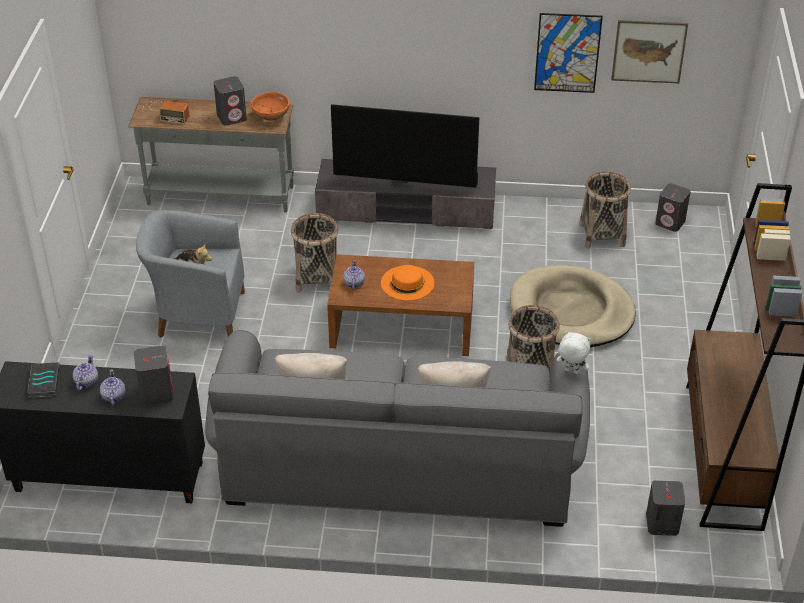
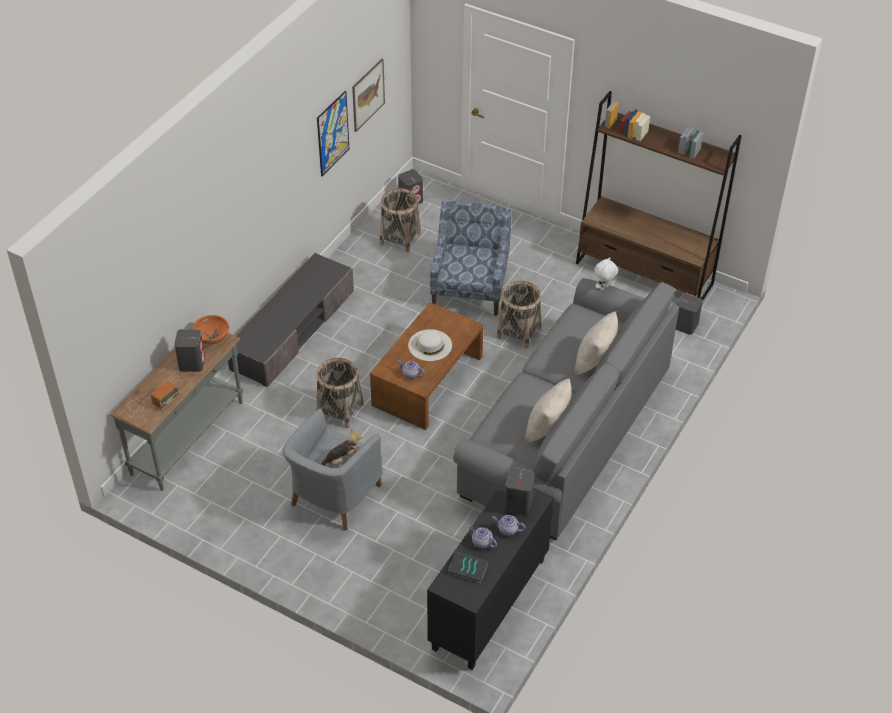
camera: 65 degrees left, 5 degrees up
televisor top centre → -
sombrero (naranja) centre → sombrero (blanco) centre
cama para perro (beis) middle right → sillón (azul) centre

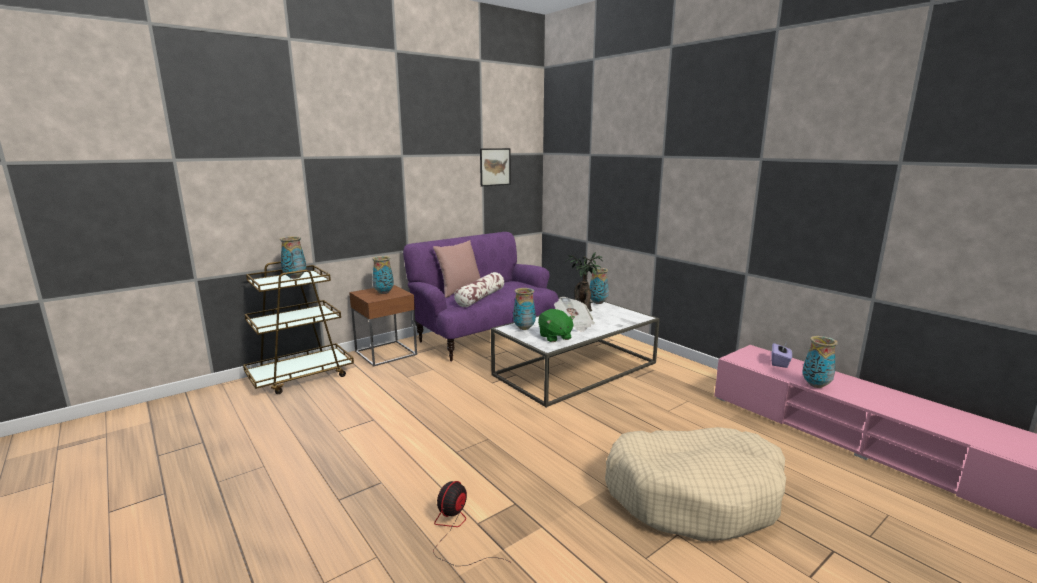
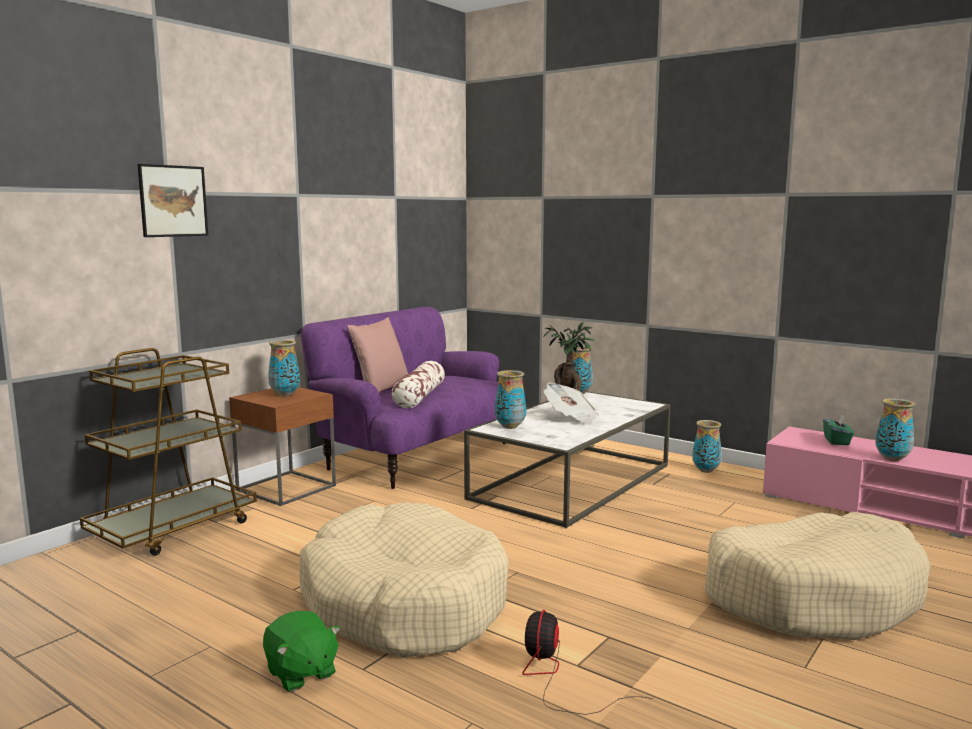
camera: 15 degrees left, 5 degrees down
florero (no. 1 from left in the first image) middle left → florero (no. 4 from left) middle right, shifted
cuadro top centre → cuadro top left, shifted
peluche (verde) centre → peluche (verde) bottom left, shifted
caja de pañuelos (morado) middle right → caja de pañuelos (verde) middle right
- → cama para perro (beis) (no. 1 from left) bottom centre

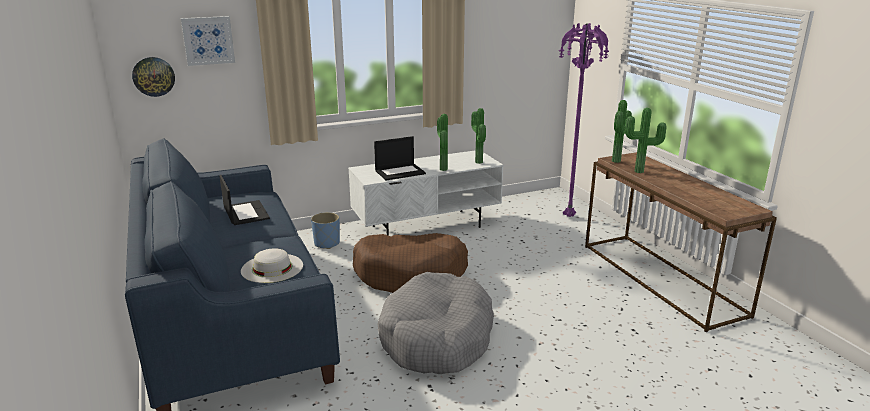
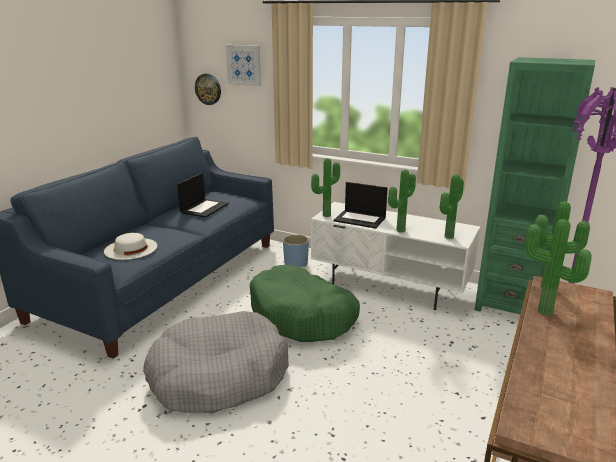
camera: 50 degrees right, 0 degrees up
cama para perro (marrón) centre → cama para perro (verde) centre
- → planta en maceta (no. 1 from left) centre
- → estantería (verde) middle right

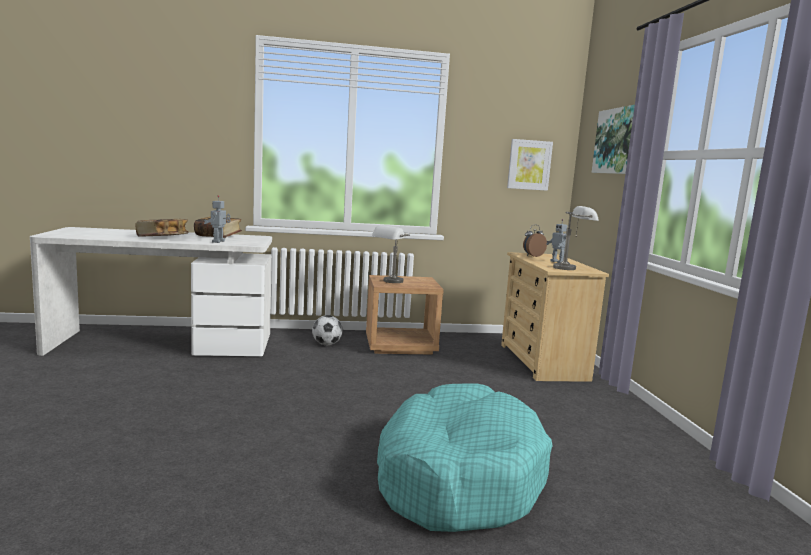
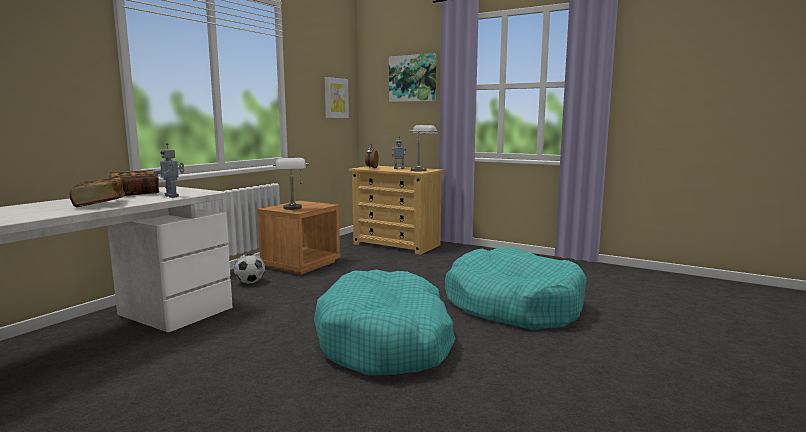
camera: 50 degrees left, 0 degrees up
- → cama para perro (turquesa) (no. 1 from left) bottom centre

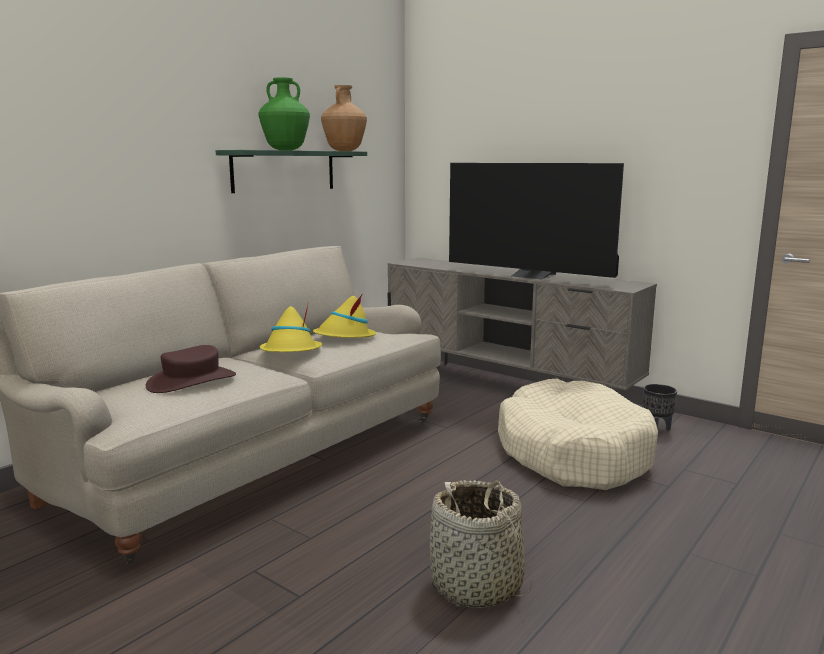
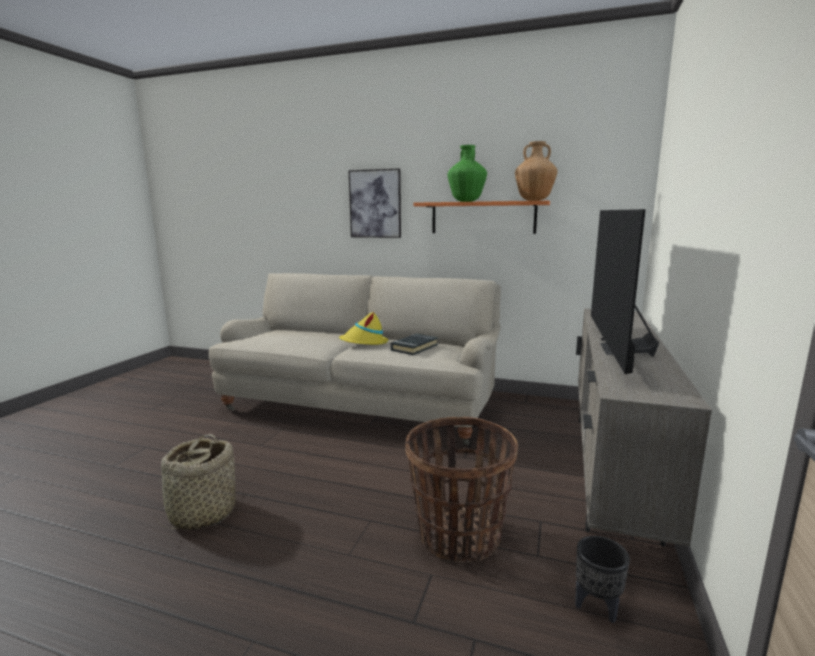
camera: 70 degrees right, 0 degrees up
sombrero (marrón) middle left → -
estante (verde) top centre → estante (naranja) top centre
sombrero (amarillo) (no. 2 from left) centre → libro (negro) centre
cama para perro (beis) middle right → cesta (no. 2 from left) bottom centre
- → cuadro top centre

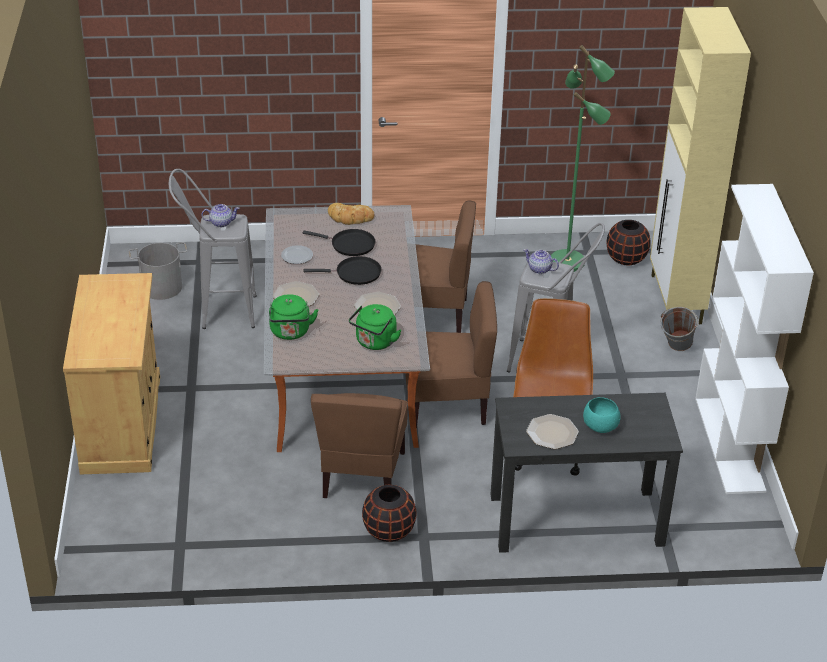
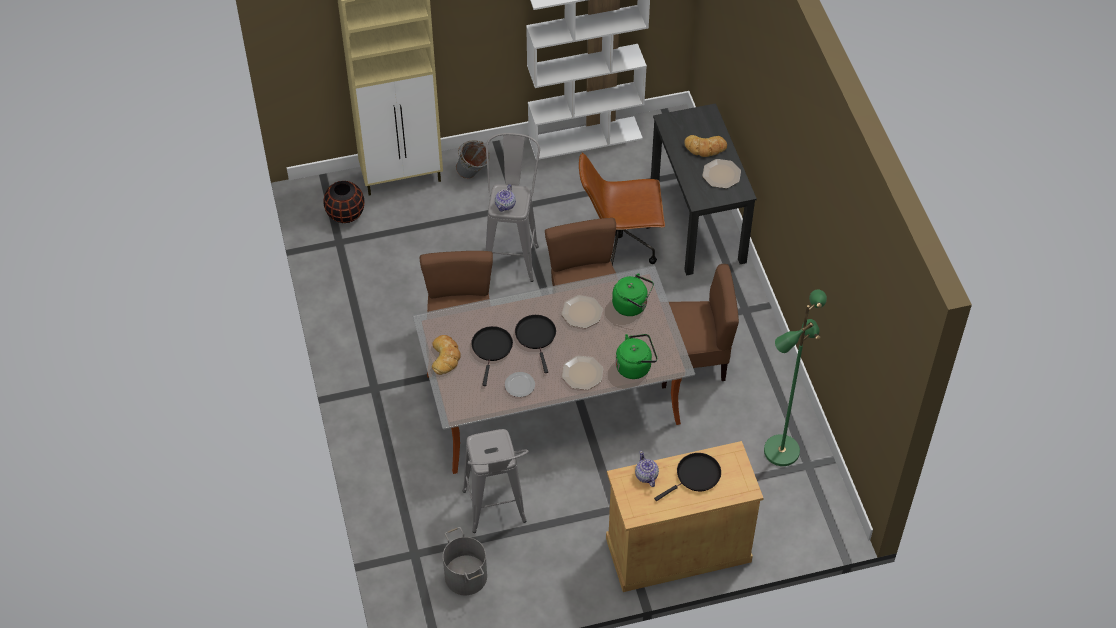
camera: 100 degrees left, 15 degrees up
tetera (no. 1 from left in the first image) top left → tetera (no. 2 from left) bottom centre, shifted
florero (negro) (no. 1 from left) bottom centre → -
lámpara de pie (verde) top right → lámpara de pie (verde) middle right, shifted
cuenco (turquesa) middle right → pan (no. 2 from left) top centre
- → sartén (negro) (no. 3 from left) bottom centre

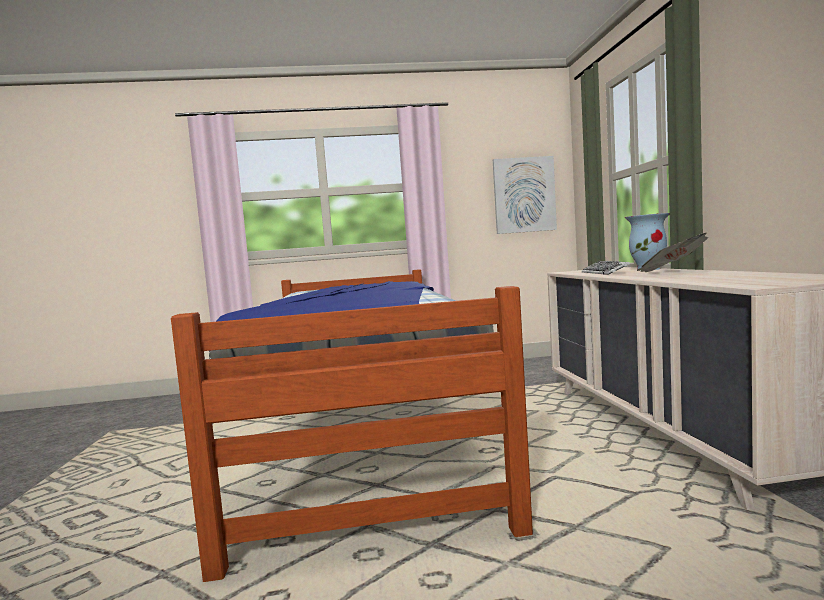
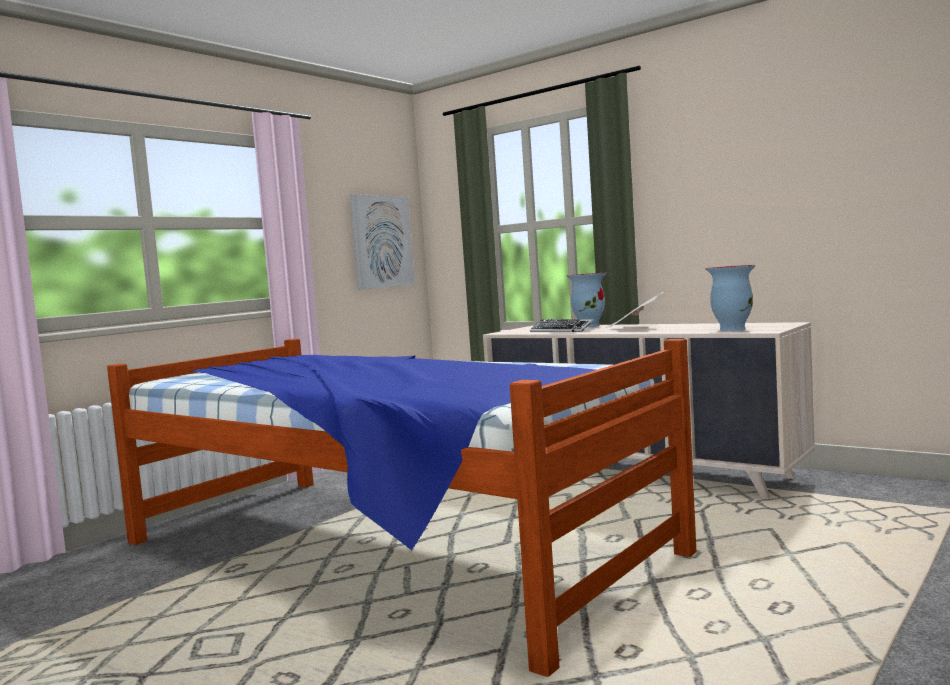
camera: 45 degrees left, 0 degrees up
- → florero (no. 2 from left) middle right

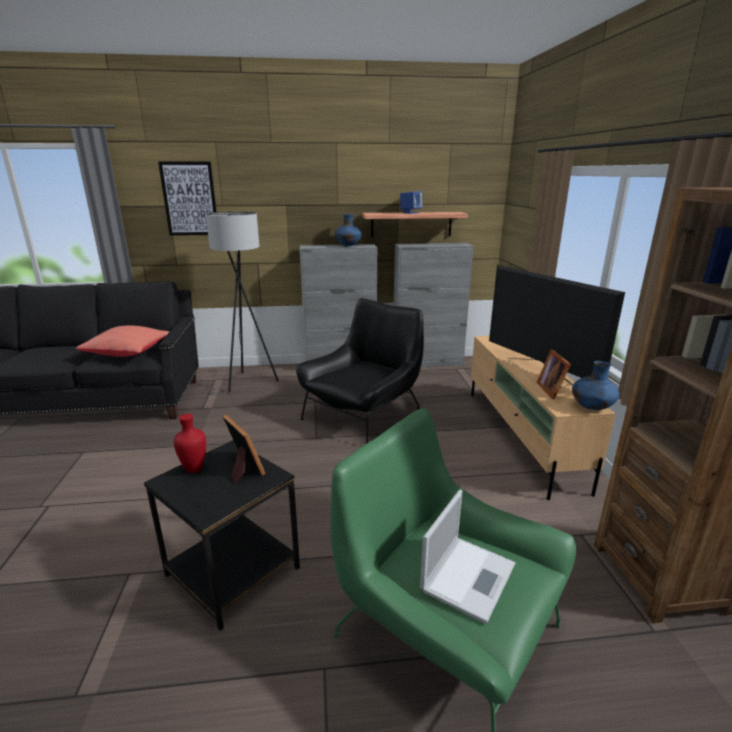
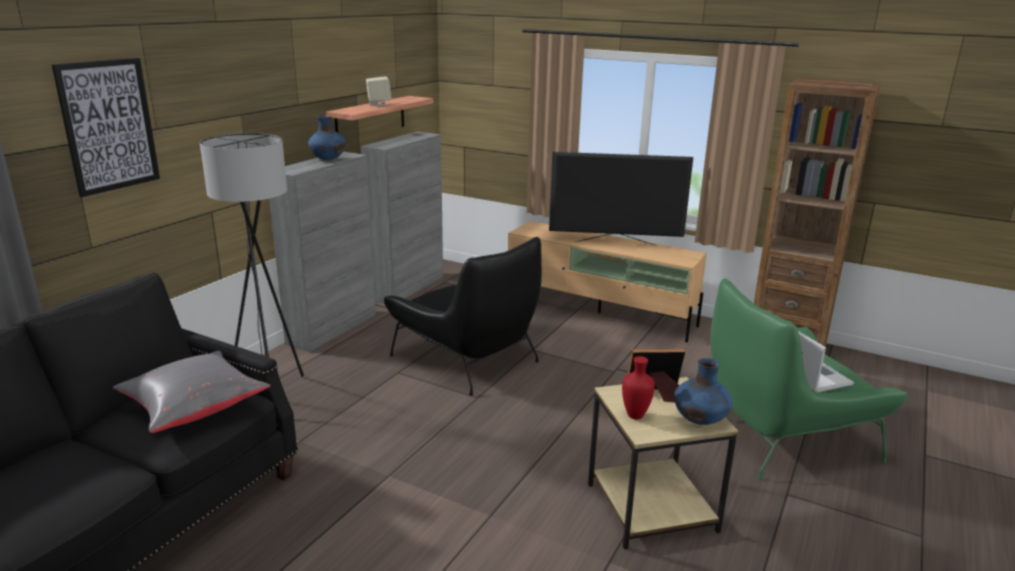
camera: 55 degrees left, 0 degrees up
cojín (rojo) middle left → cojín (gris) bottom left
mesa auxiliar (negro) bottom left → mesa auxiliar (beis) bottom centre
sillón (negro) centre, 150 degrees clockwise
altavoz (azul) top centre → altavoz (beis) top centre
portarretratos (no. 2 from left) middle right → -
florero (azul) (no. 2 from left) middle right → florero (azul) (no. 2 from left) bottom right, shifted

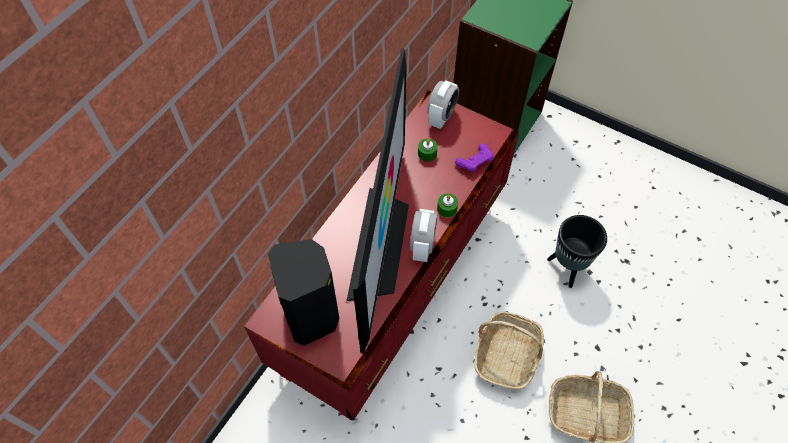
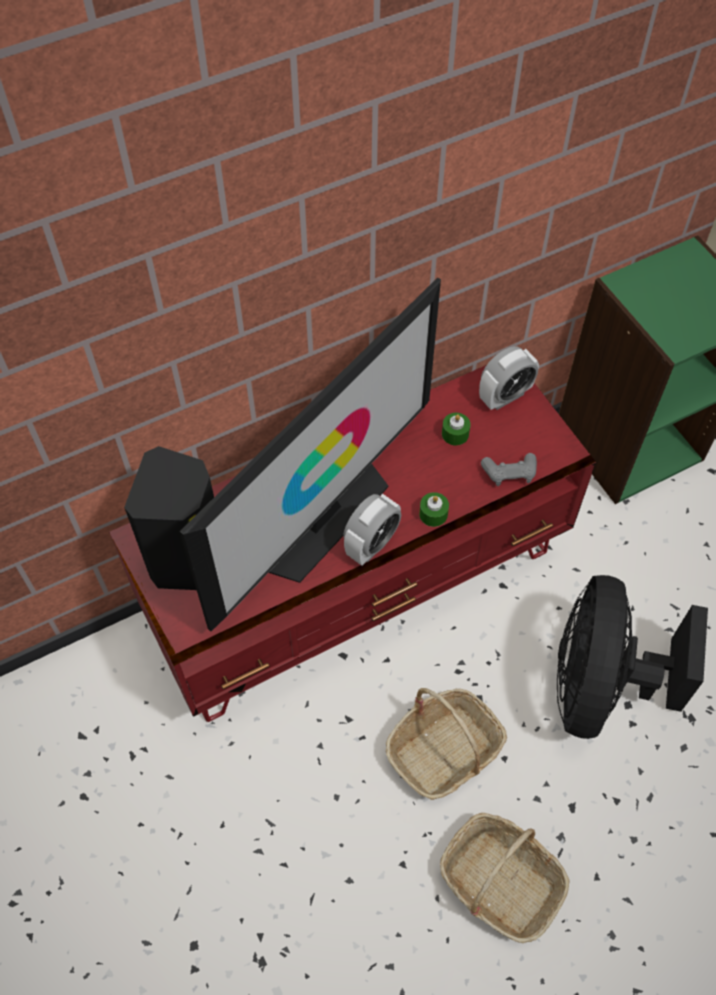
camera: 30 degrees right, 0 degrees up
mando de consola (morado) centre → mando de consola (gris) middle right
maceta (negro) middle right → ventilador (negro) middle right

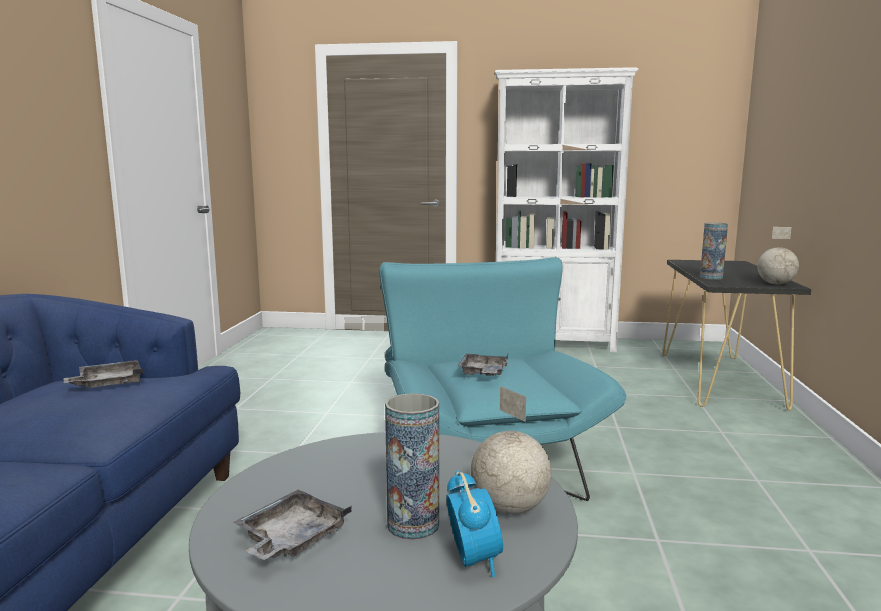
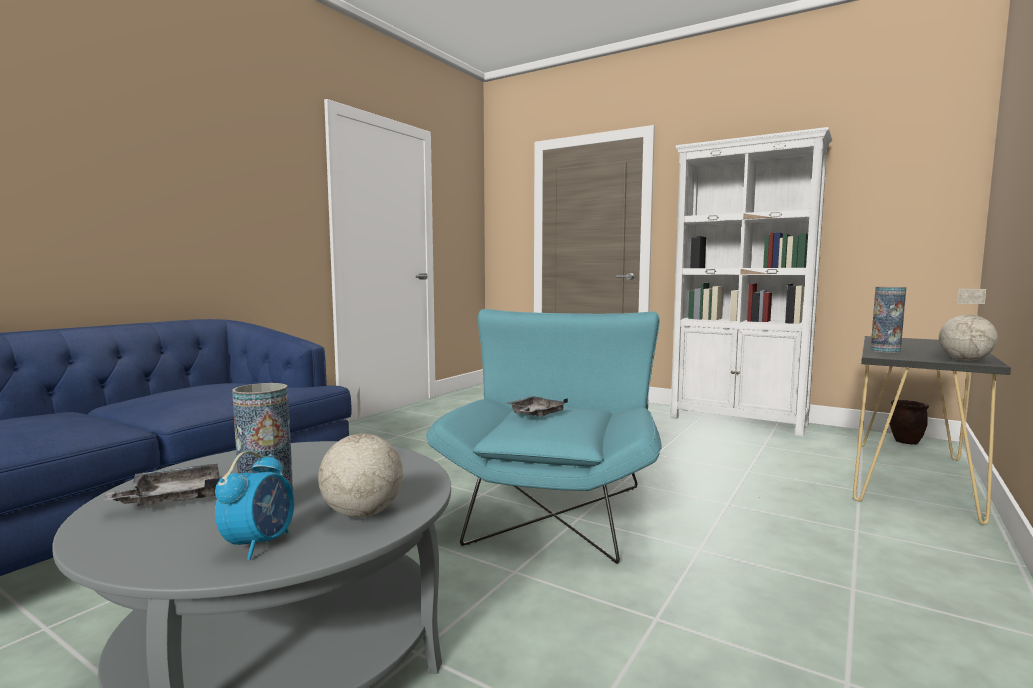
camera: 25 degrees right, 5 degrees down
bandeja (gris) (no. 1 from left) middle left → -
- → maceta (marrón) middle right

